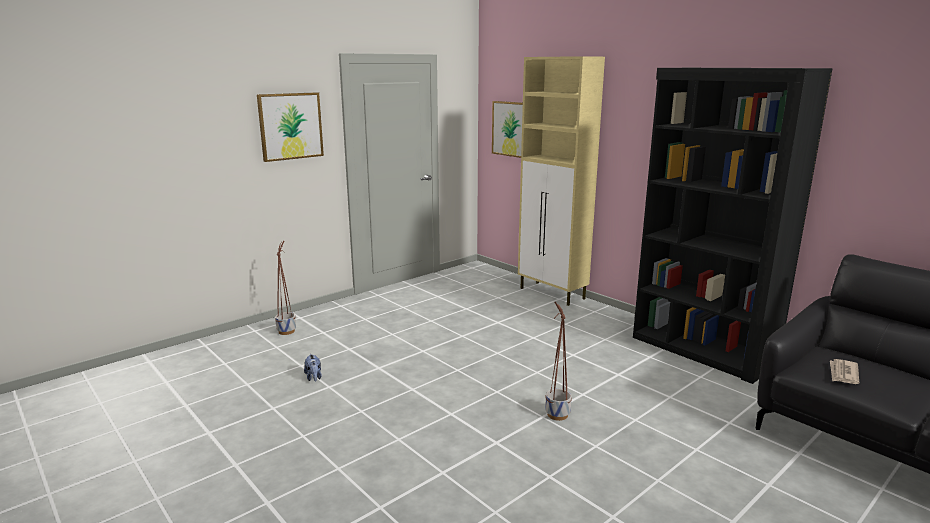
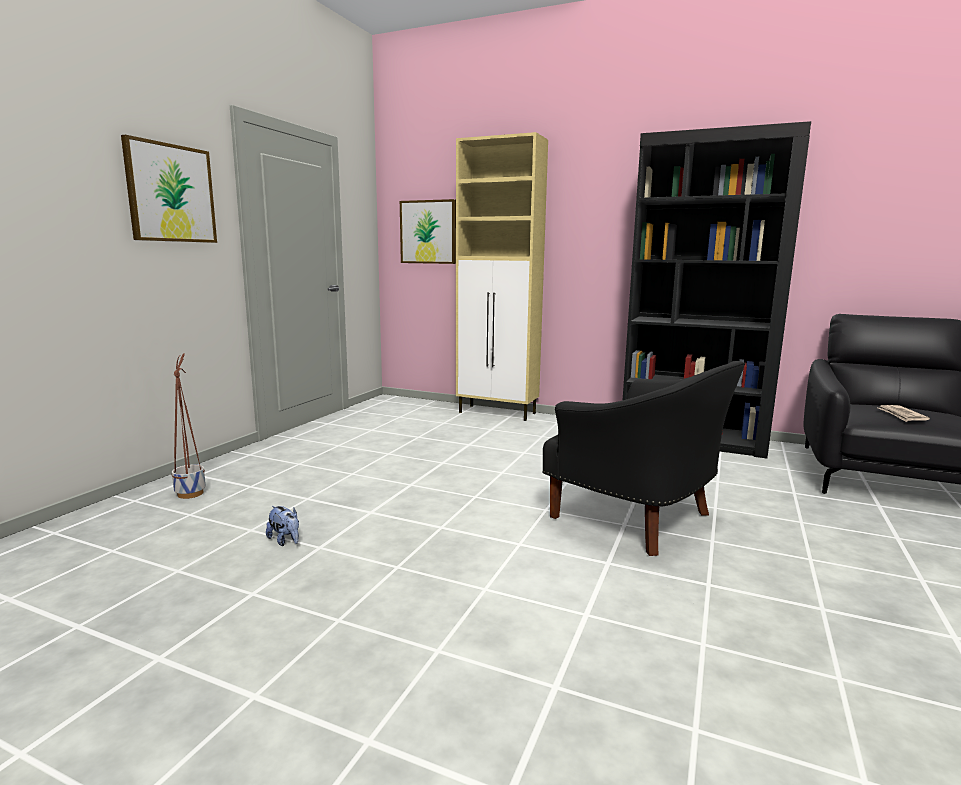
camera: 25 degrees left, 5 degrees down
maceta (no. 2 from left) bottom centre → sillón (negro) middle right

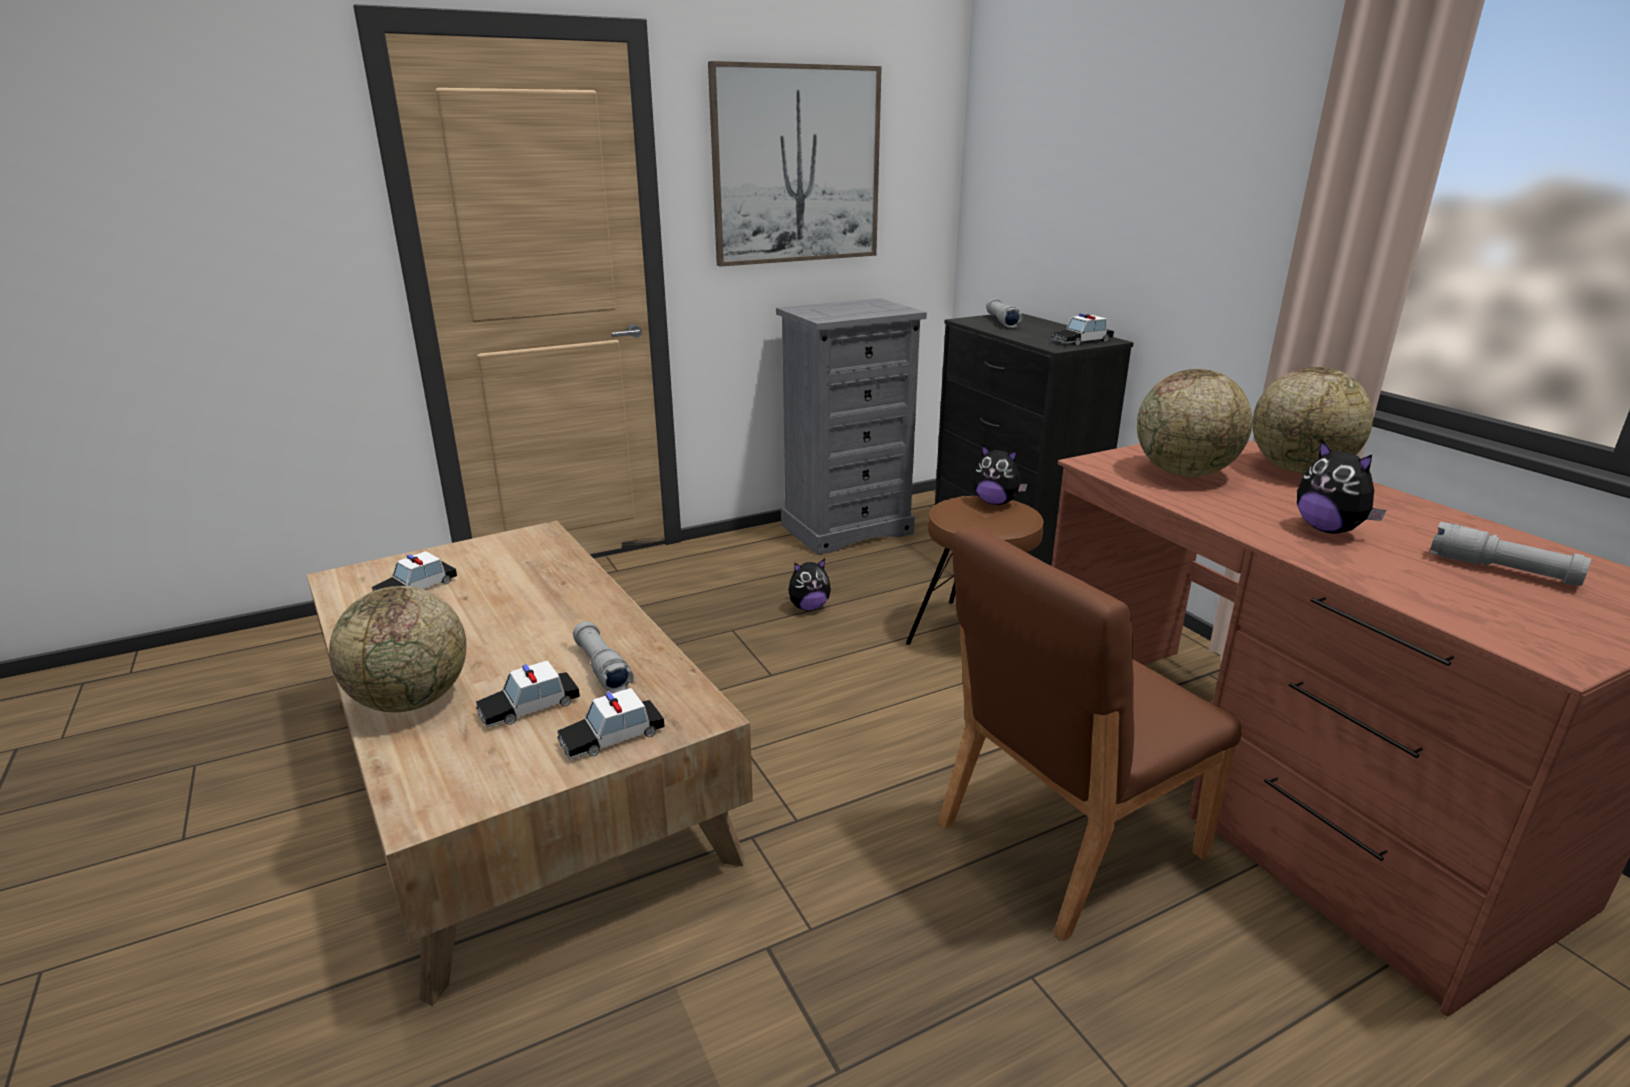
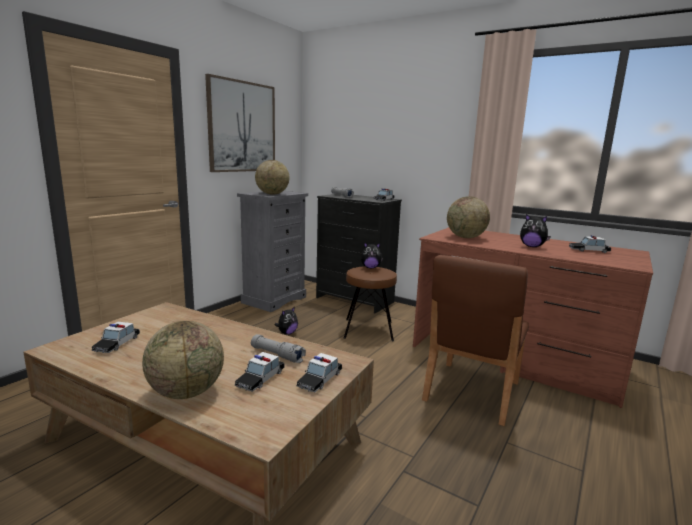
camera: 30 degrees left, 10 degrees down
globo terráqueo (no. 3 from left in the first image) middle right → globo terráqueo (no. 2 from left) centre, shifted
linterna (gris) (no. 3 from left) middle right → coche de juguete (no. 5 from left) middle right

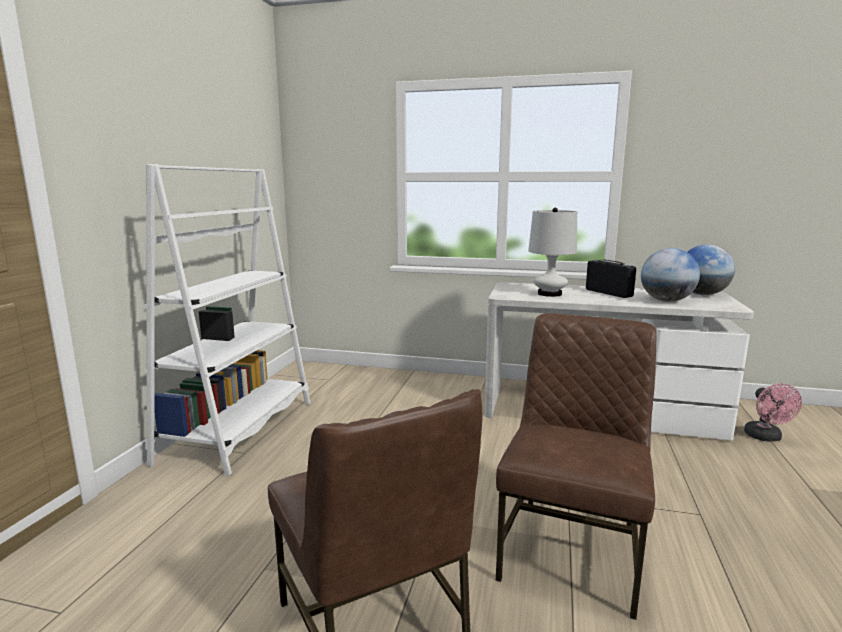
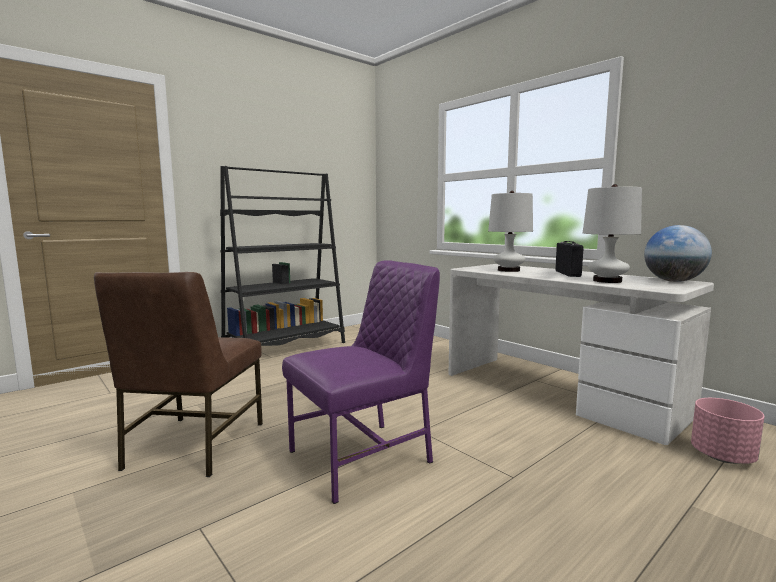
camera: 35 degrees right, 5 degrees down
estantería (blanco) middle left → estantería (negro) centre
silla (marrón) (no. 2 from left) bottom right → silla (morado) centre
globo terráqueo (no. 1 from left) middle right → lámpara de mesa (blanco) (no. 2 from left) middle right
ventilador (rosa) middle right → maceta (rosa) bottom right

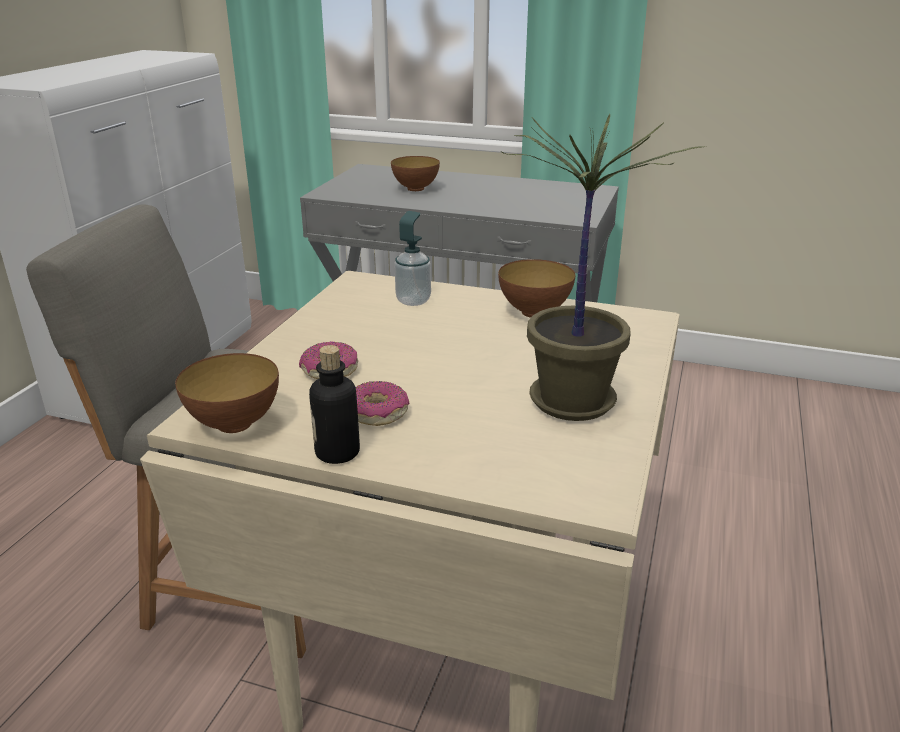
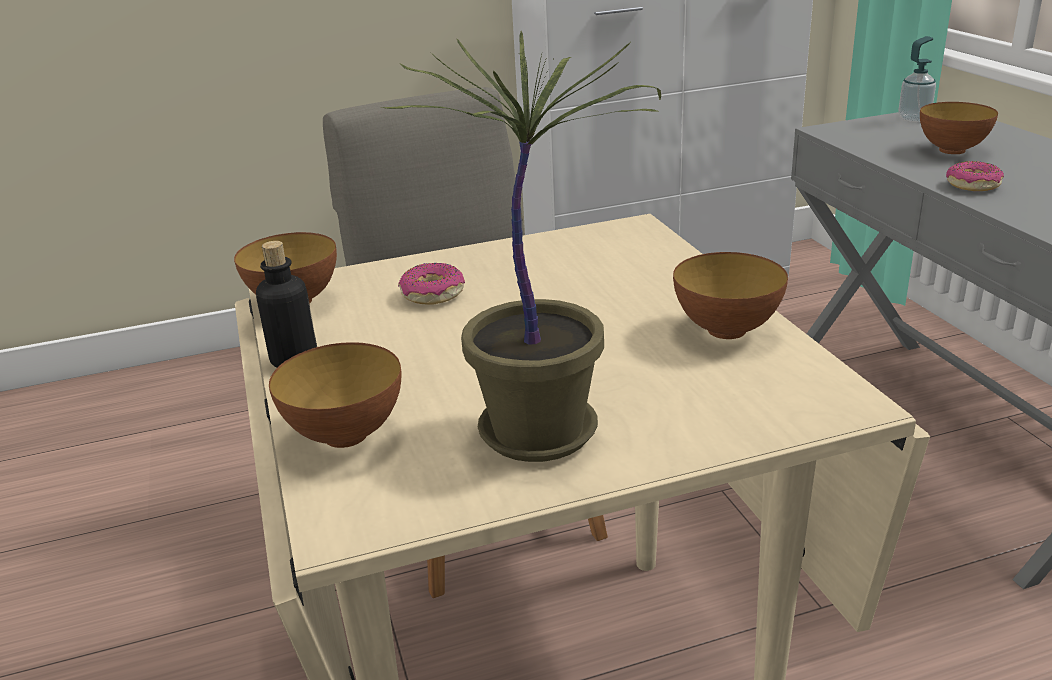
camera: 55 degrees right, 0 degrees up
rosquilla (no. 2 from left) centre → rosquilla (no. 2 from left) top right, shifted
dispensador de jabón centre → dispensador de jabón top right, shifted
- → cuenco (no. 2 from left) middle left

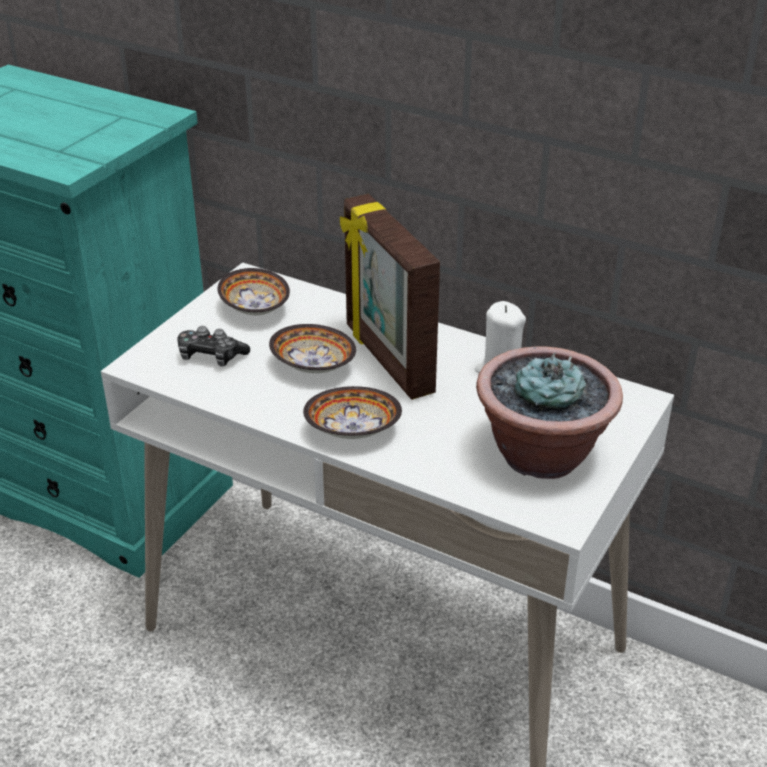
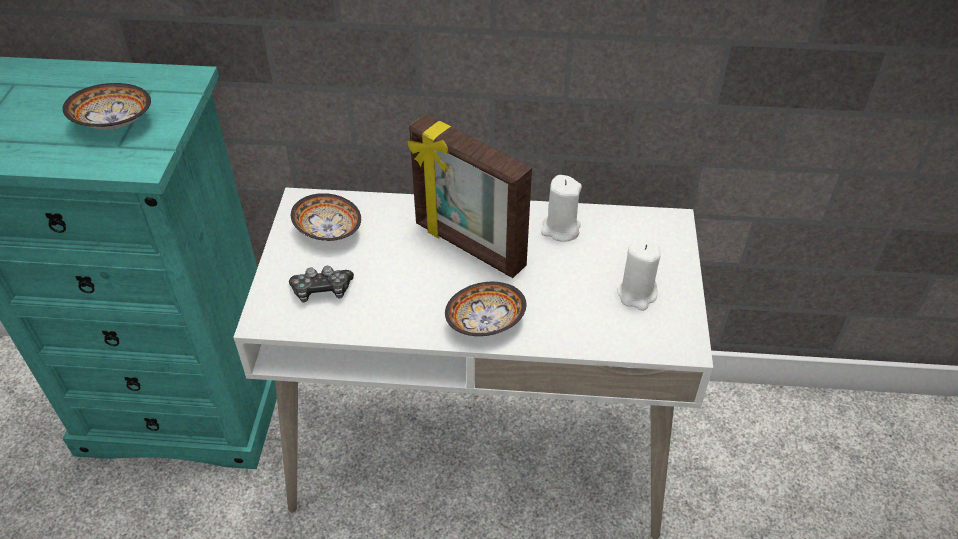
camera: 25 degrees left, 10 degrees up
cuenco (no. 2 from left in the first image) centre → cuenco (no. 1 from left) top left, shifted
planta en maceta middle right → vela (blanco) (no. 2 from left) middle right

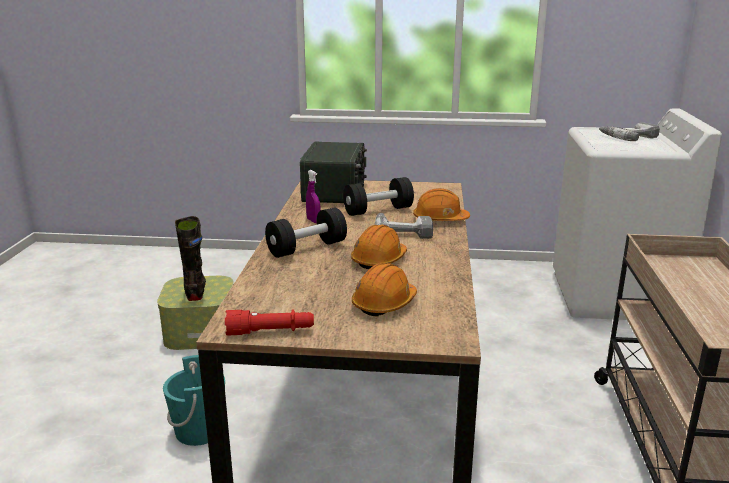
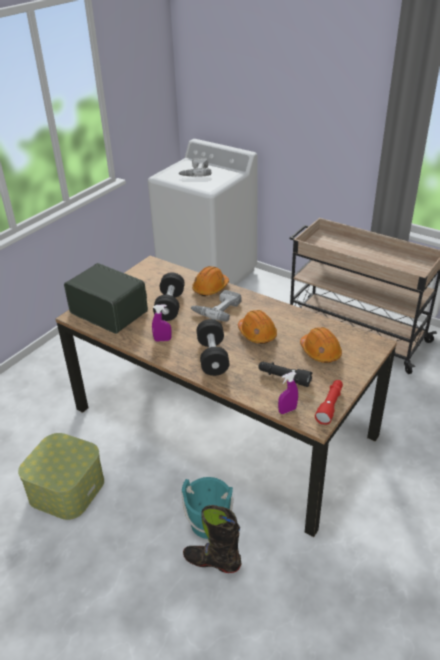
camera: 60 degrees left, 15 degrees up
bota (negro) middle left → bota (negro) bottom centre, shifted
- → linterna (negro) centre
- → pulverizador (morado) (no. 2 from left) centre

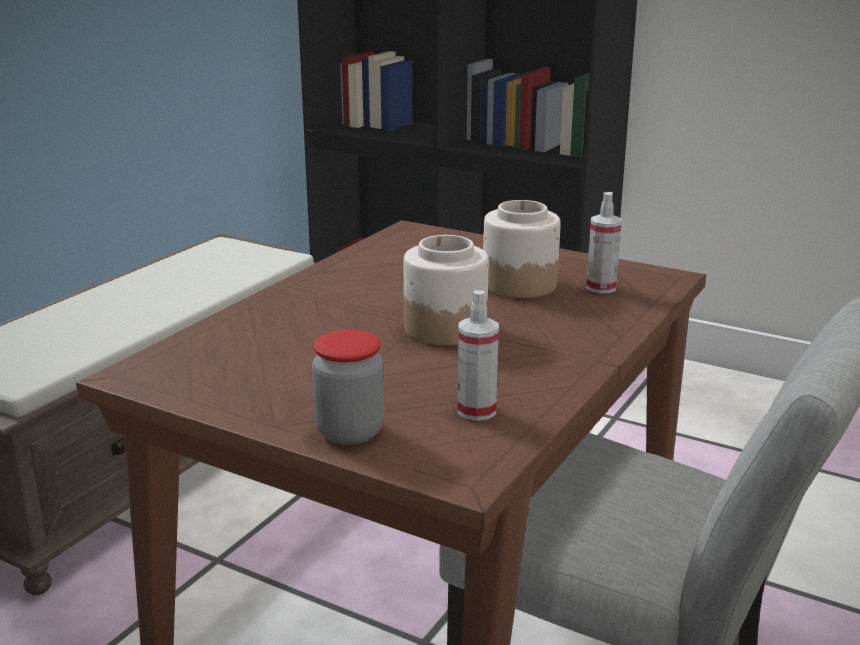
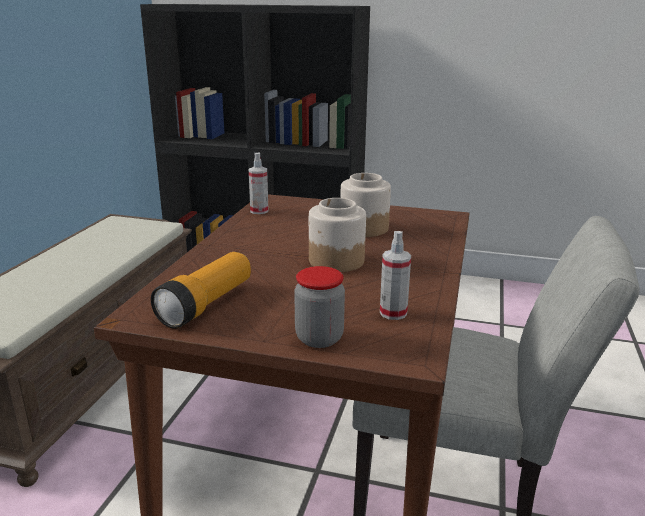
camera: 15 degrees left, 0 degrees up
pulverizador (no. 2 from left in the first image) middle right → pulverizador (no. 1 from left) centre, shifted
- → linterna middle left

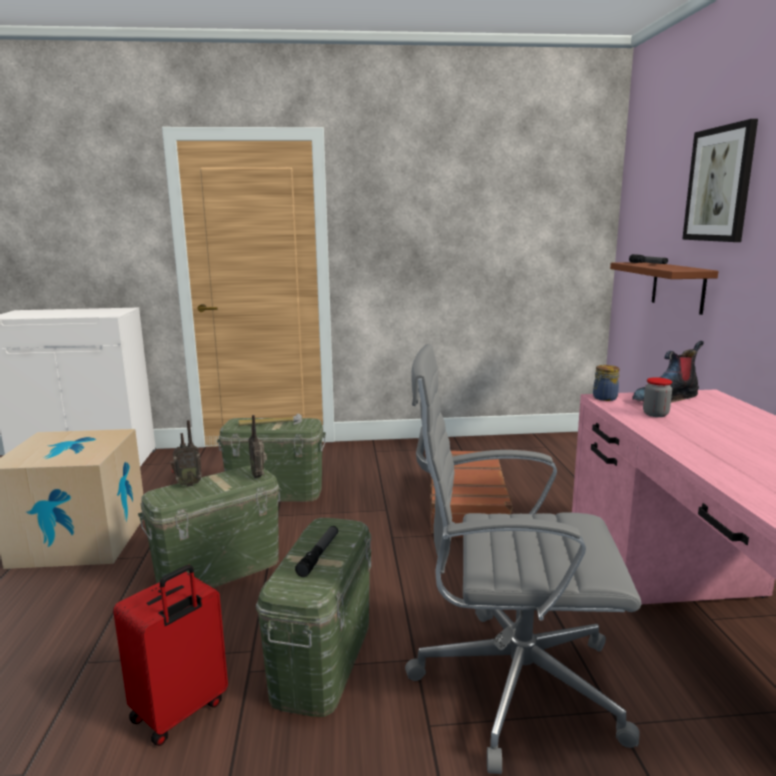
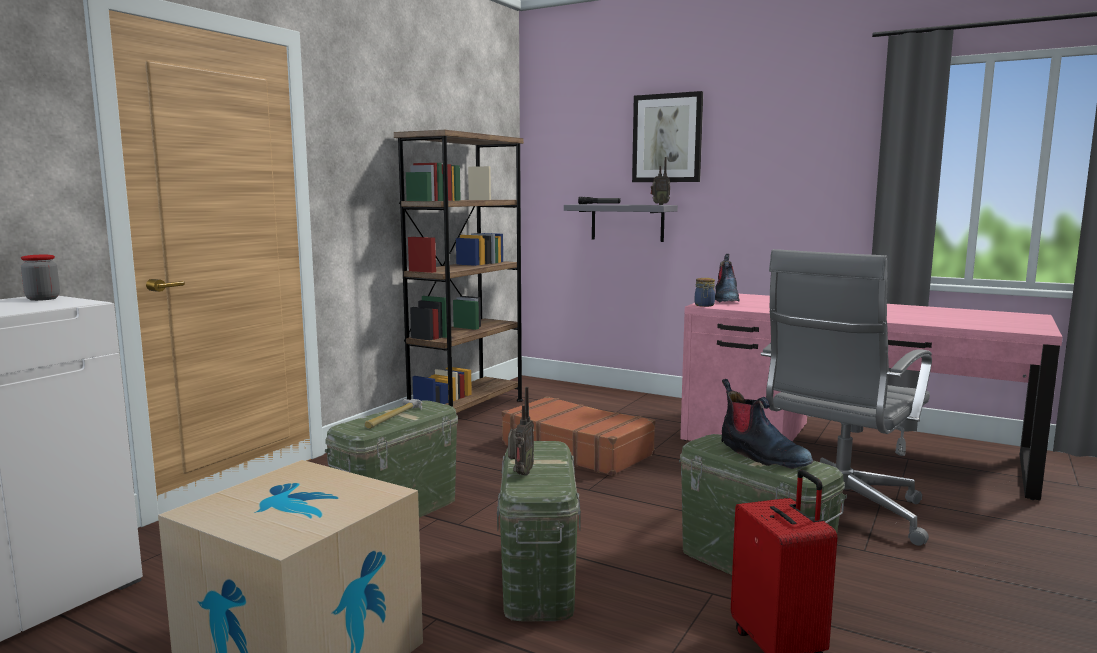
camera: 55 degrees left, 5 degrees down
radio (no. 2 from left) middle left → radio (no. 2 from left) top centre, shifted
linterna (no. 1 from left) bottom centre → bota (no. 2 from left) middle right
estante (marrón) middle right → estante (gris) centre
tarro (no. 2 from left in the first image) middle right → tarro (no. 1 from left) middle left, shifted
- → estantería (marrón) centre

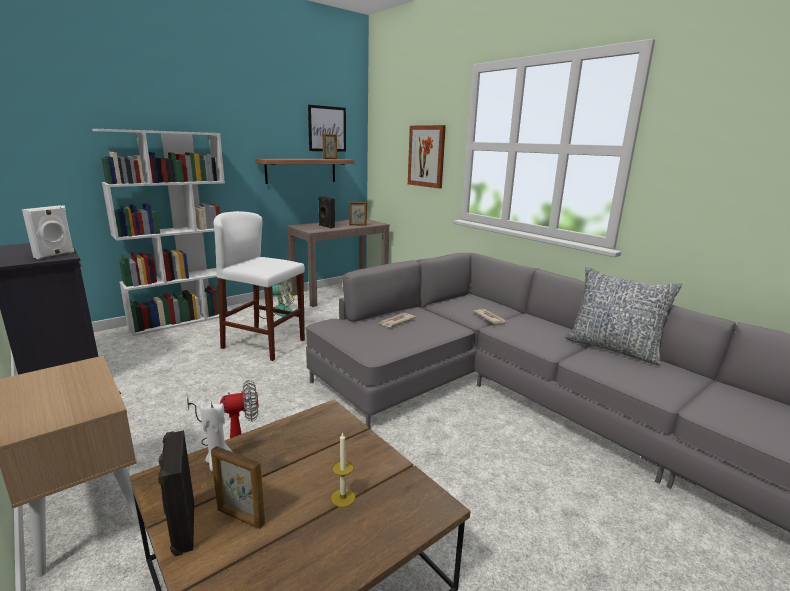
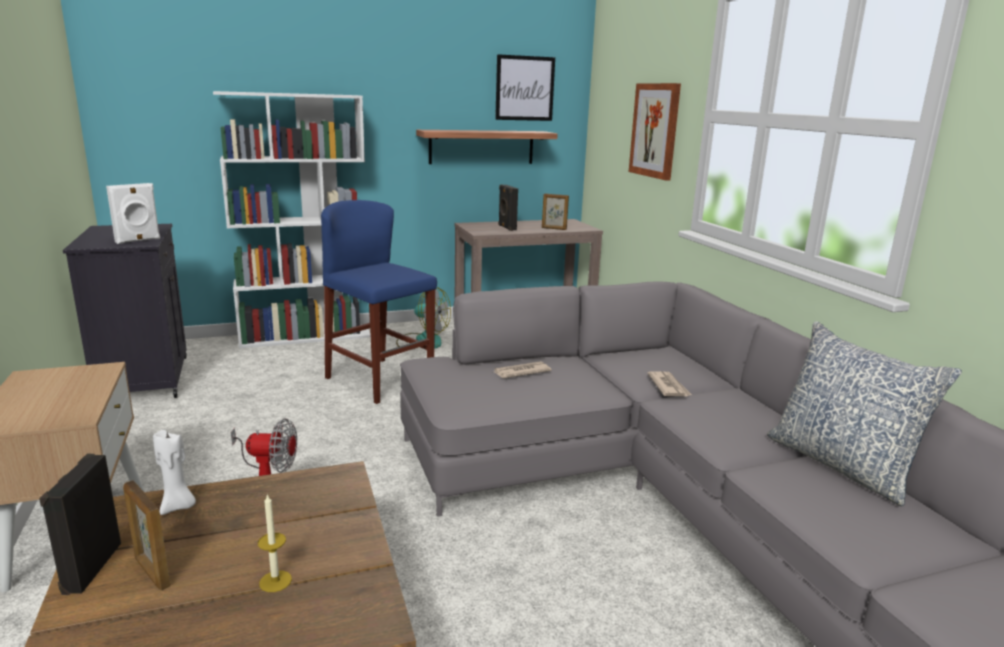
camera: 20 degrees right, 0 degrees up
taburete (blanco) middle left → taburete (azul) centre
portarretratos (no. 2 from left) top centre → -

